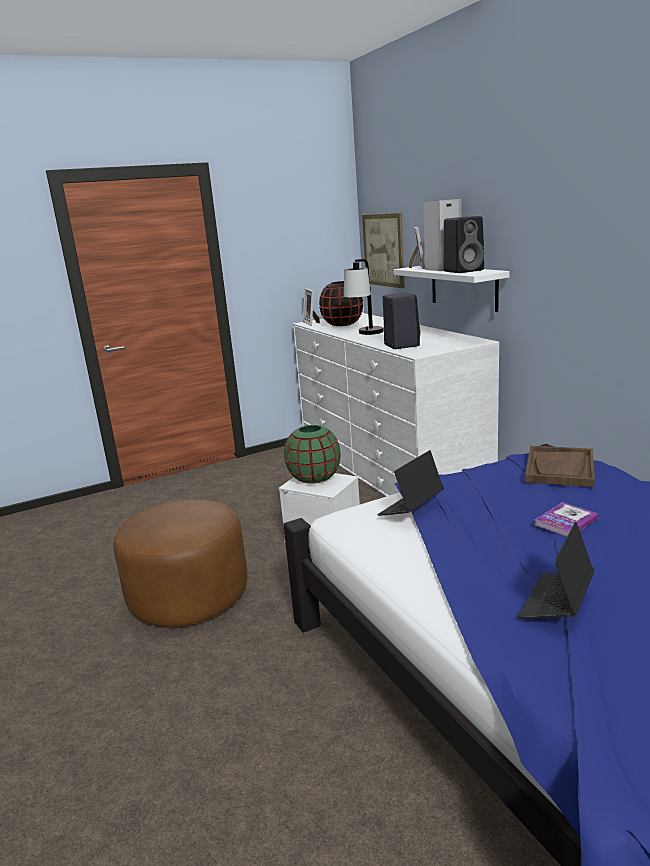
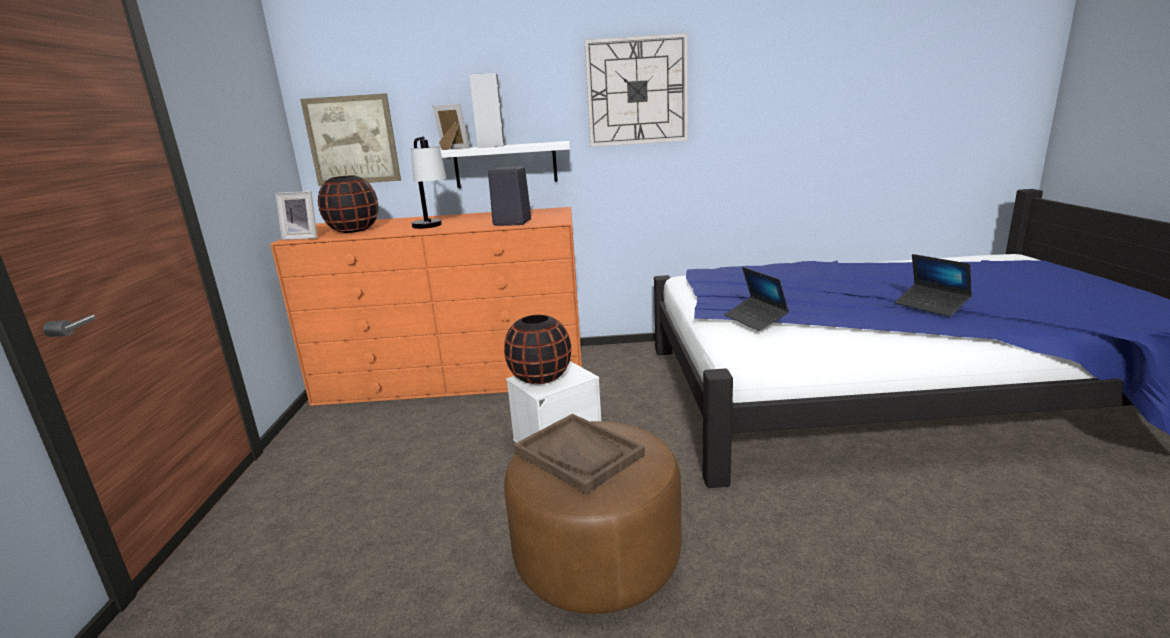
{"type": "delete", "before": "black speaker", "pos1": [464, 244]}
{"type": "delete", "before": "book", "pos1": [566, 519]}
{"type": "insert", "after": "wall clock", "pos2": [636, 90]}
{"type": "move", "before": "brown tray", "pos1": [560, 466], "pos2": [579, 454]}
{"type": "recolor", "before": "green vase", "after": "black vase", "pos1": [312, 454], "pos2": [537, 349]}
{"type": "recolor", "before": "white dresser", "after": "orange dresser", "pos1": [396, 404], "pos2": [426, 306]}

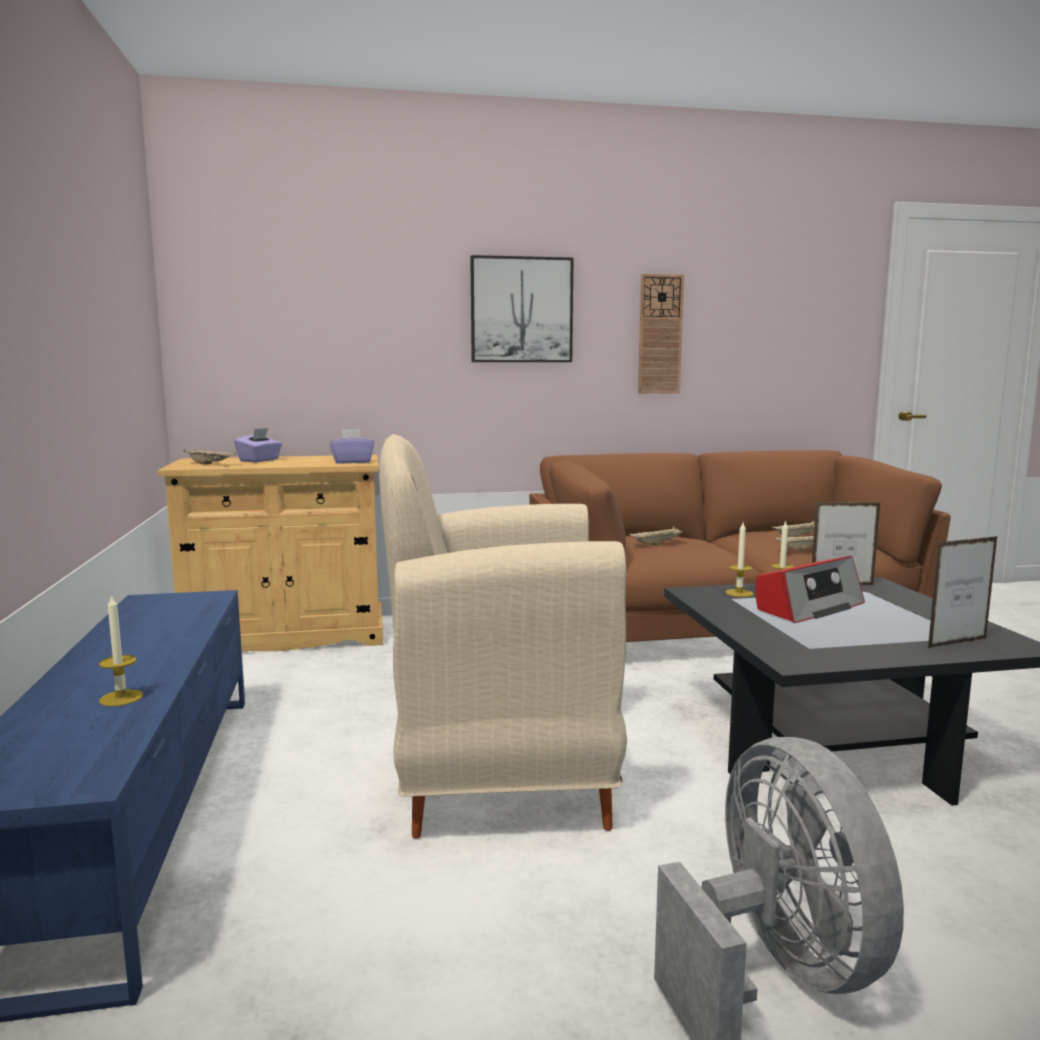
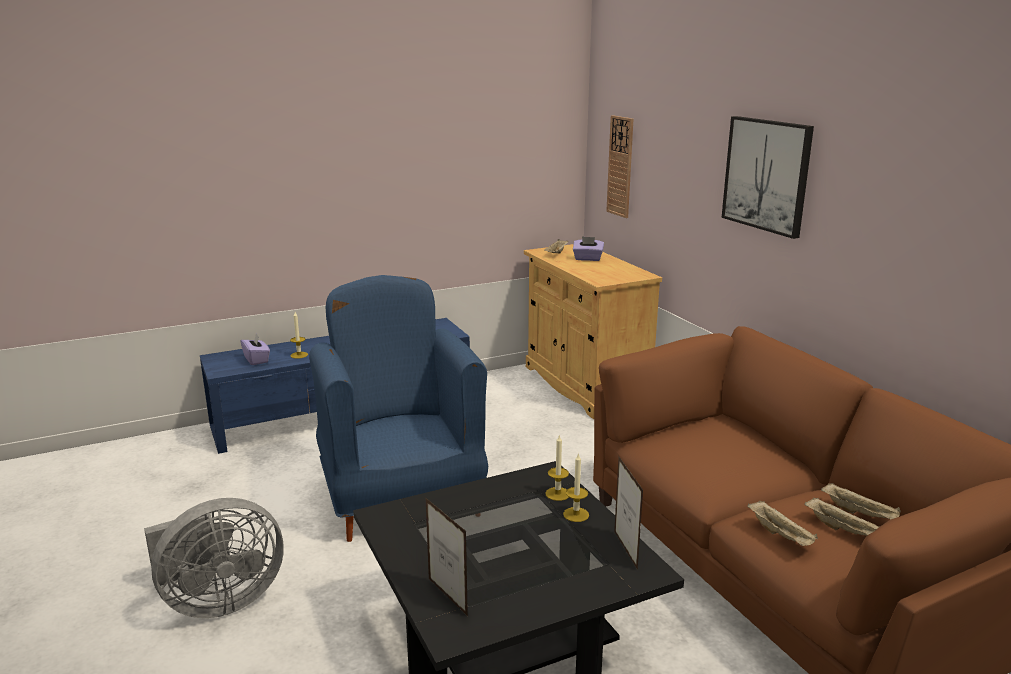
{"type": "delete", "before": "radio", "pos1": [810, 589]}
{"type": "move", "before": "purple tissue box", "pos1": [352, 446], "pos2": [255, 349]}
{"type": "move", "before": "beige tray", "pos1": [659, 536], "pos2": [861, 501]}
{"type": "move", "before": "wall clock", "pos1": [661, 334], "pos2": [619, 166]}
{"type": "recolor", "before": "beige armchair", "after": "blue armchair", "pos1": [503, 636], "pos2": [398, 408]}

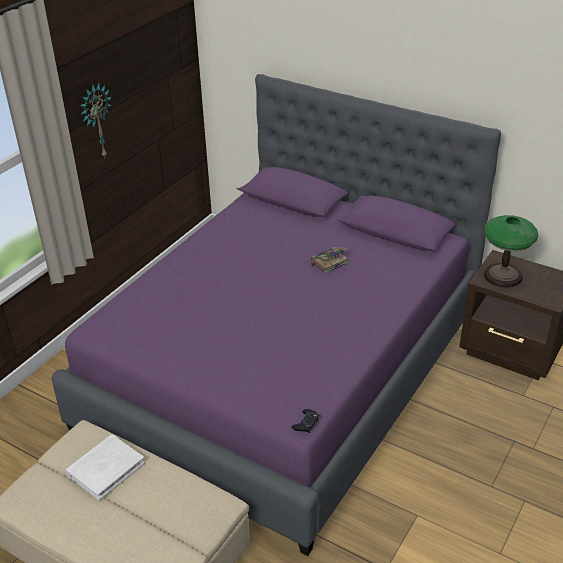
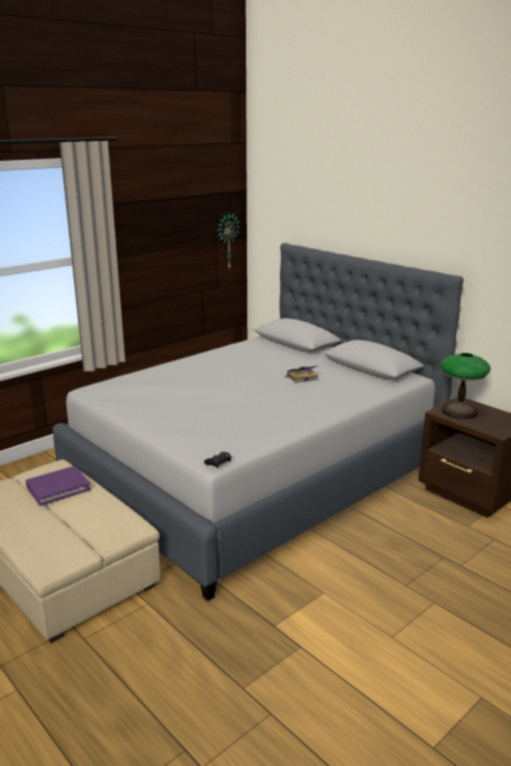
{"type": "move", "before": "wall clock", "pos1": [95, 120], "pos2": [228, 241]}
{"type": "recolor", "before": "purple bed", "after": "grey bed", "pos1": [276, 315], "pos2": [258, 422]}
{"type": "recolor", "before": "white book", "after": "purple book", "pos1": [105, 468], "pos2": [58, 486]}

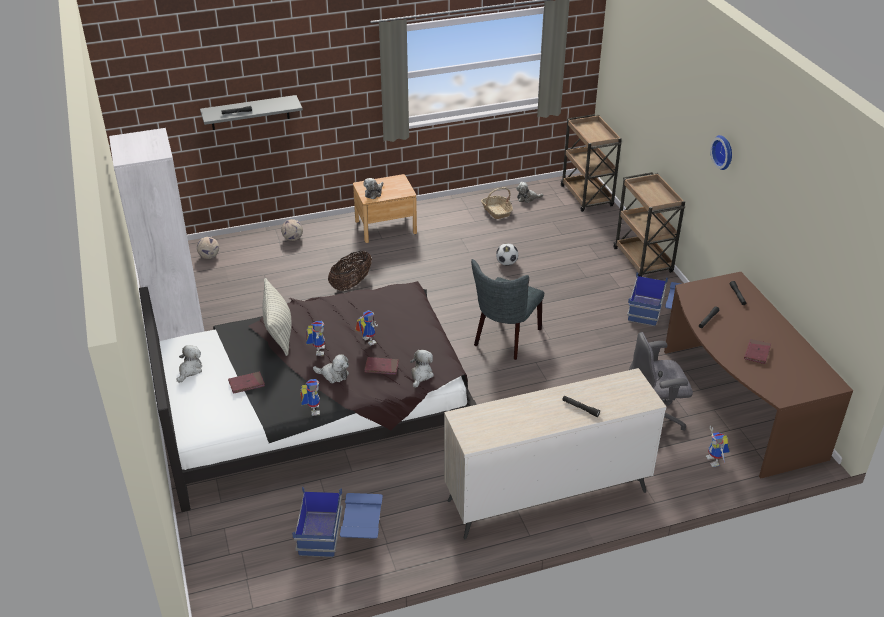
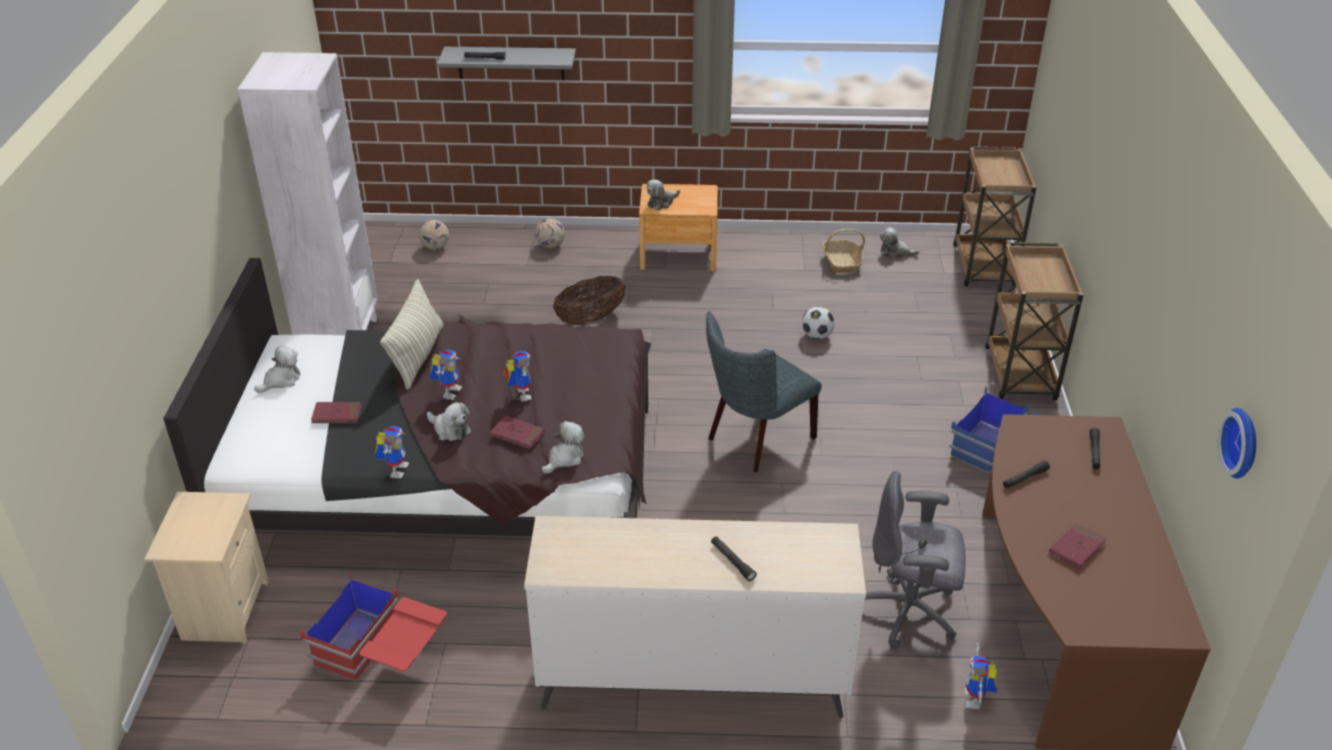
{"type": "insert", "after": "beige nightstand", "pos2": [206, 568]}
{"type": "move", "before": "wall clock", "pos1": [721, 152], "pos2": [1237, 443]}
{"type": "recolor", "before": "blue storage box", "after": "red storage box", "pos1": [337, 522], "pos2": [373, 626]}

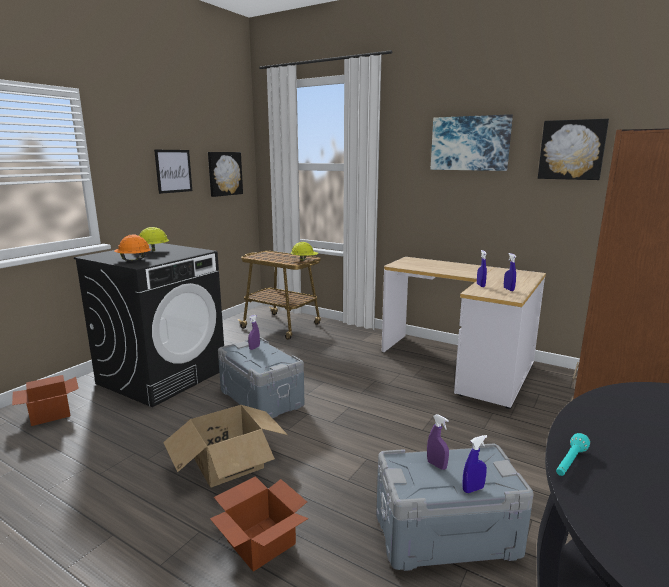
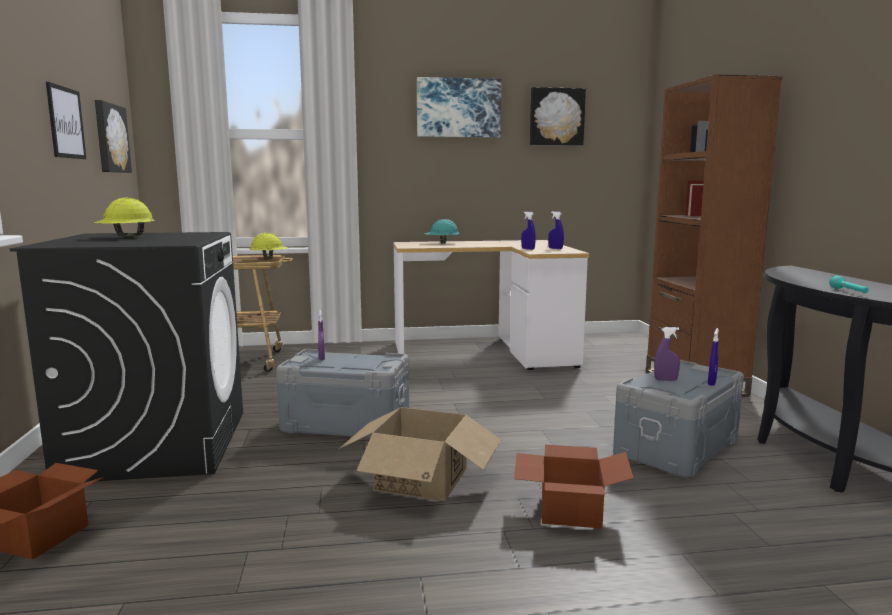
{"type": "delete", "before": "orange hard hat", "pos1": [132, 248]}
{"type": "insert", "after": "turquoise hard hat", "pos2": [442, 231]}

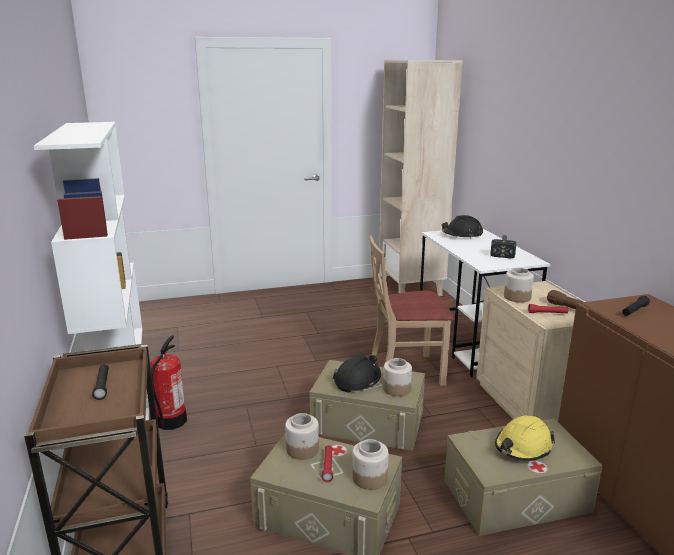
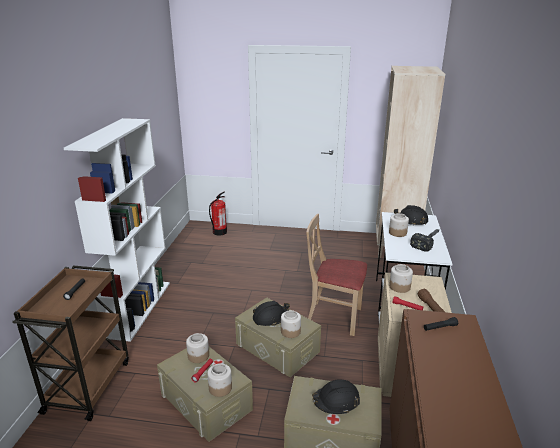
{"type": "insert", "after": "jar", "pos2": [399, 225]}
{"type": "move", "before": "fire extinguisher", "pos1": [168, 382], "pos2": [218, 214]}
{"type": "recolor", "before": "yellow hard hat", "after": "black hard hat", "pos1": [525, 438], "pos2": [336, 396]}

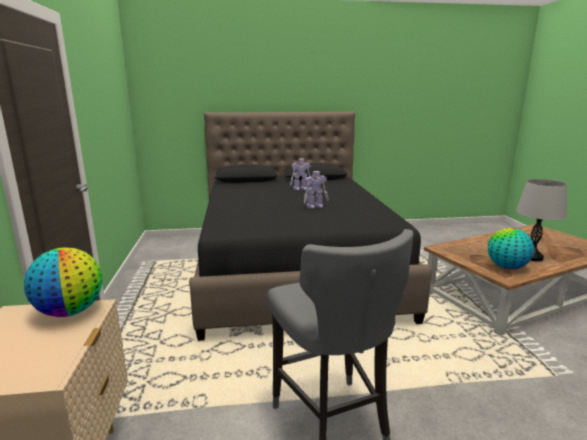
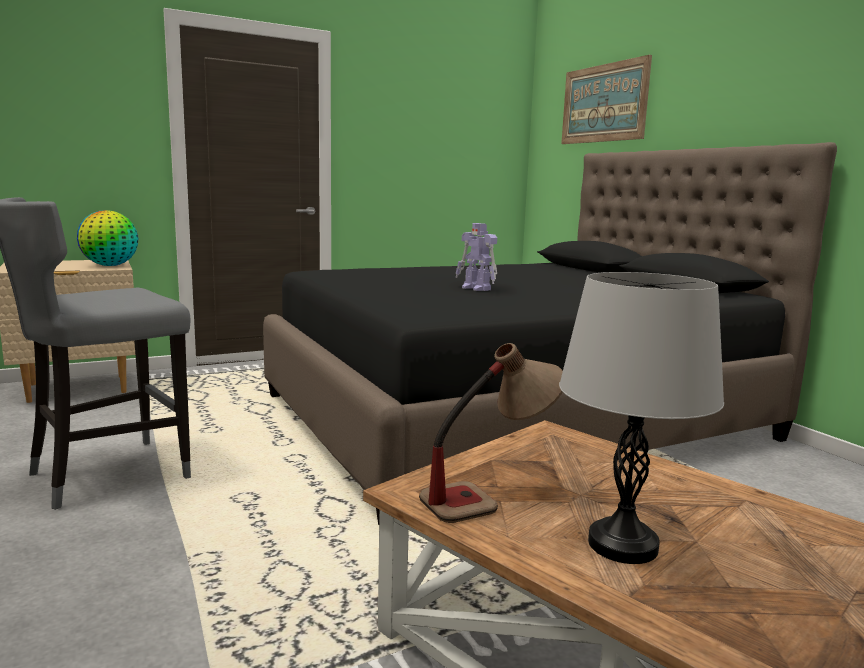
{"type": "delete", "before": "toy robot", "pos1": [300, 174]}
{"type": "insert", "after": "picture", "pos2": [606, 99]}
{"type": "replace", "before": "globe", "after": "table lamp", "pos1": [511, 248], "pos2": [491, 433]}

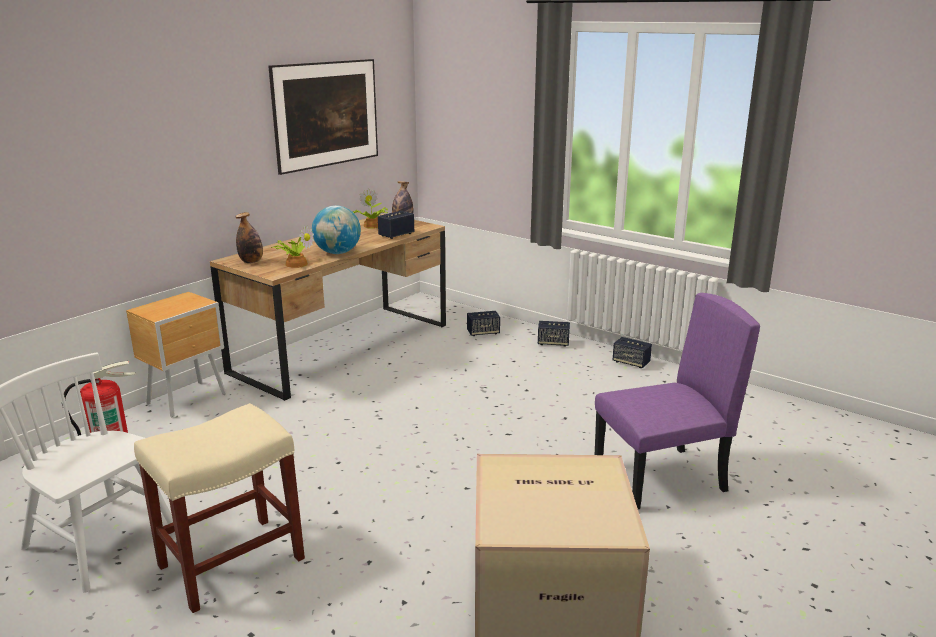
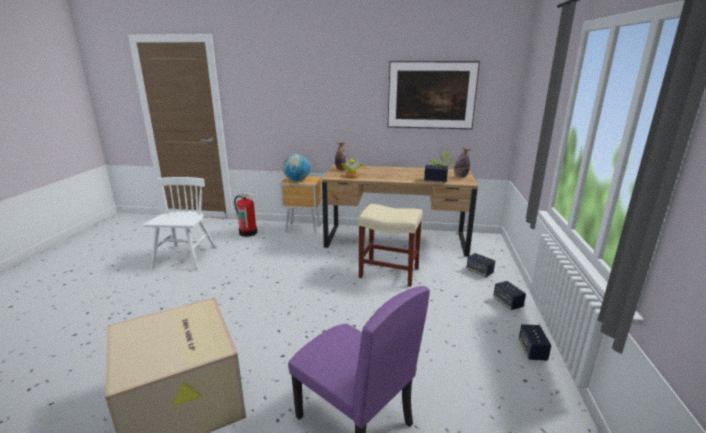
{"type": "move", "before": "beige stool", "pos1": [219, 508], "pos2": [390, 245]}
{"type": "move", "before": "globe", "pos1": [336, 230], "pos2": [296, 167]}

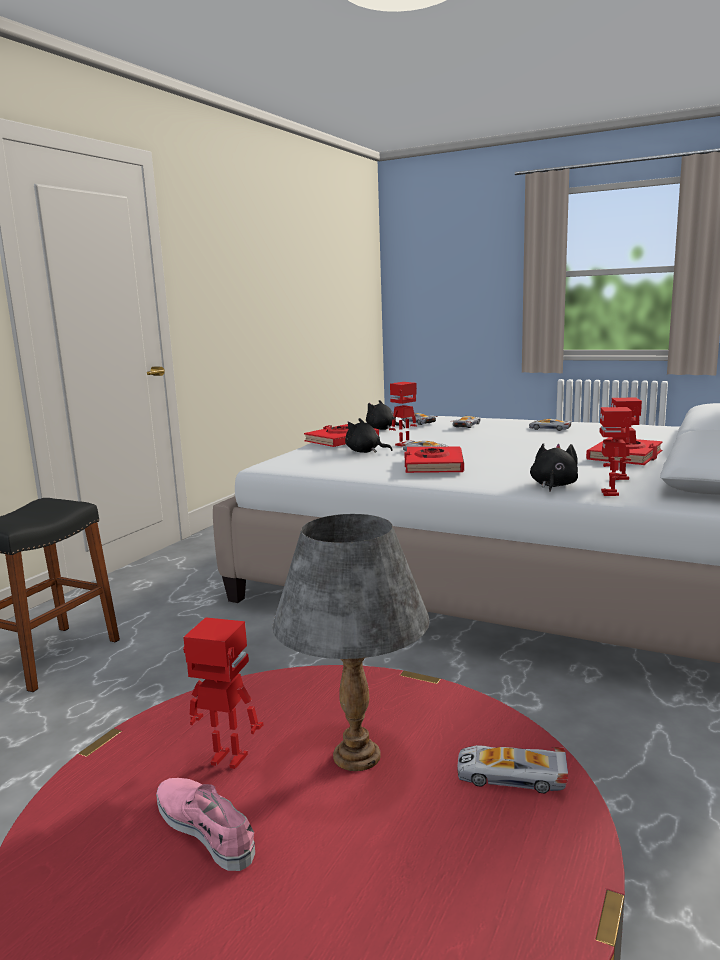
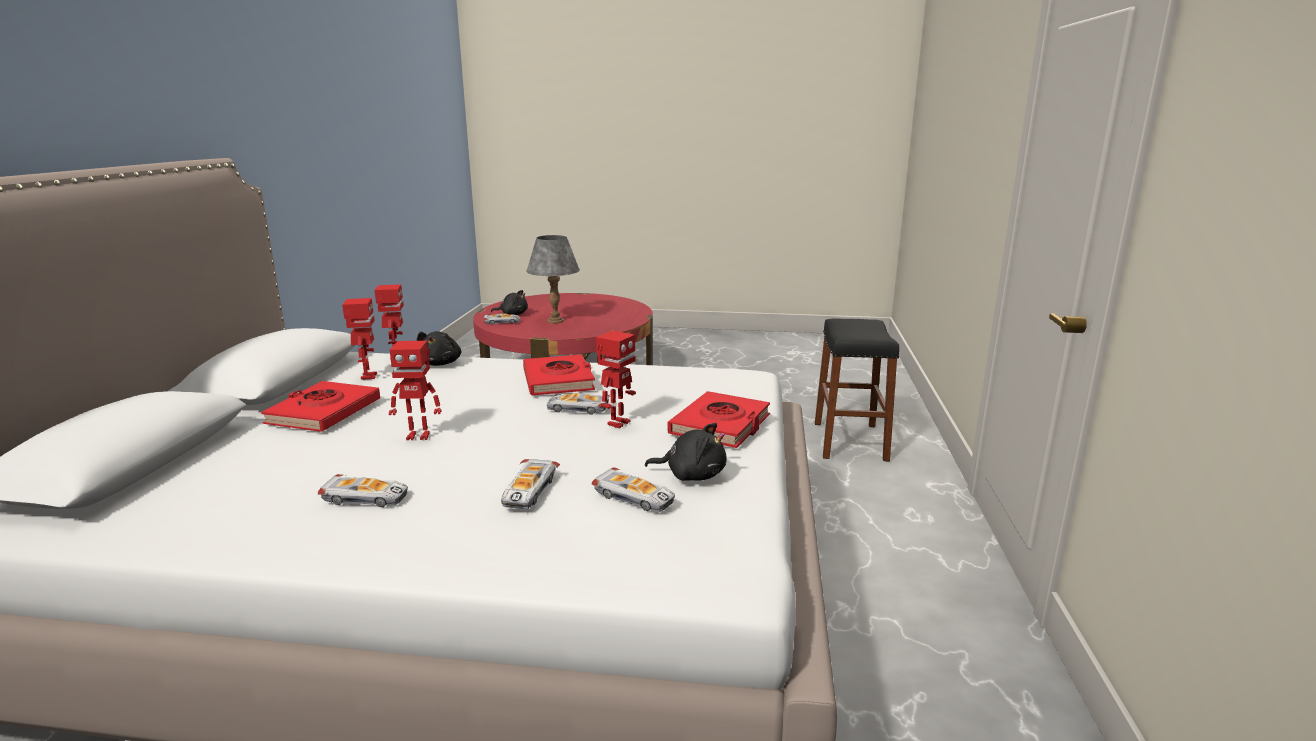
{"type": "delete", "before": "pink shoe", "pos1": [205, 824]}
{"type": "move", "before": "toy robot", "pos1": [223, 693], "pos2": [415, 390]}
{"type": "move", "before": "black plush toy", "pos1": [369, 435], "pos2": [509, 302]}

